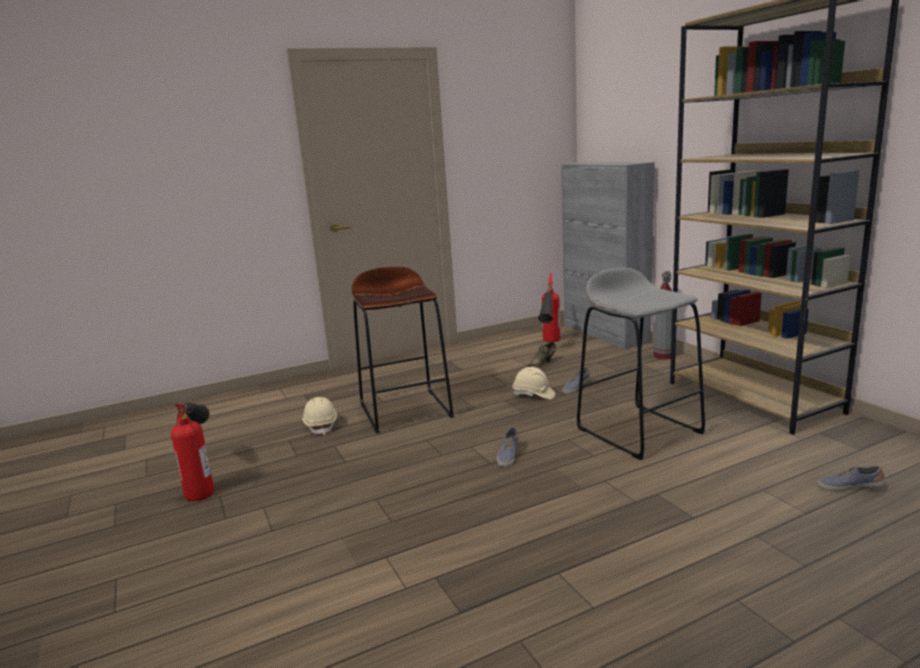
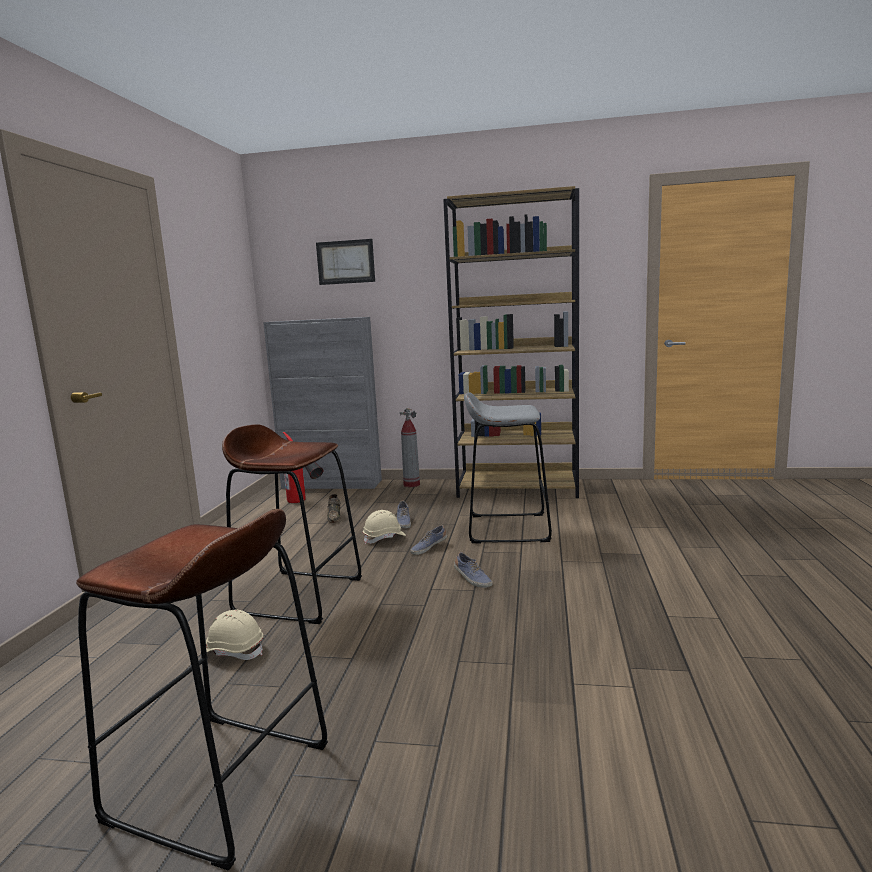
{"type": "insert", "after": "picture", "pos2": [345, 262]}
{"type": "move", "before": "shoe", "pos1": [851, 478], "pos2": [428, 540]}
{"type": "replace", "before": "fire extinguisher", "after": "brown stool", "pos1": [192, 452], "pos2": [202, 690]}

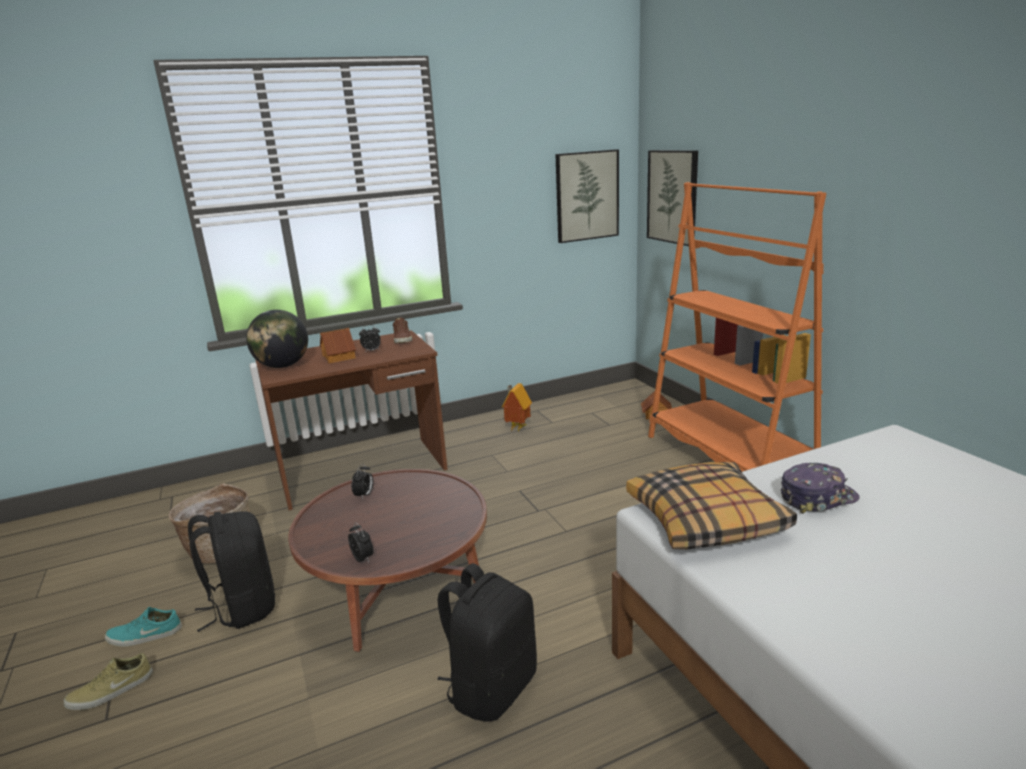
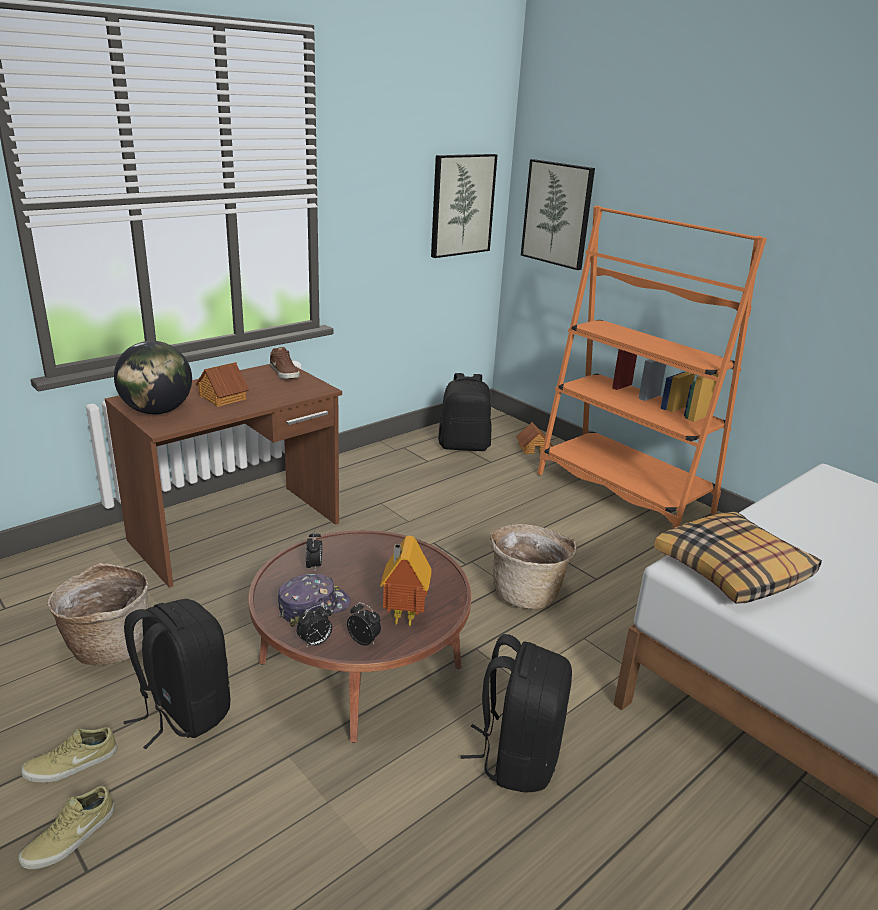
{"type": "insert", "after": "black backpack", "pos2": [464, 412]}
{"type": "insert", "after": "basket", "pos2": [533, 566]}
{"type": "move", "before": "alarm clock", "pos1": [370, 339], "pos2": [314, 626]}
{"type": "move", "before": "toy house", "pos1": [517, 407], "pos2": [406, 581]}
{"type": "move", "before": "cap", "pos1": [820, 488], "pos2": [314, 600]}
{"type": "recolor", "before": "turquoise shoe", "after": "beige shoe", "pos1": [143, 627], "pos2": [69, 754]}

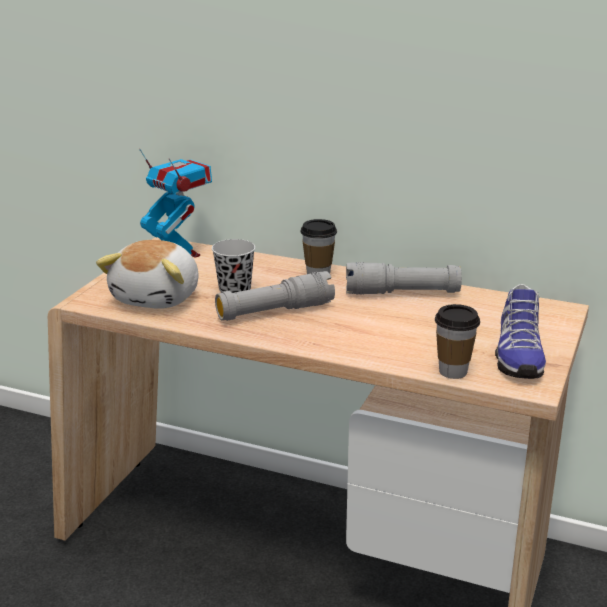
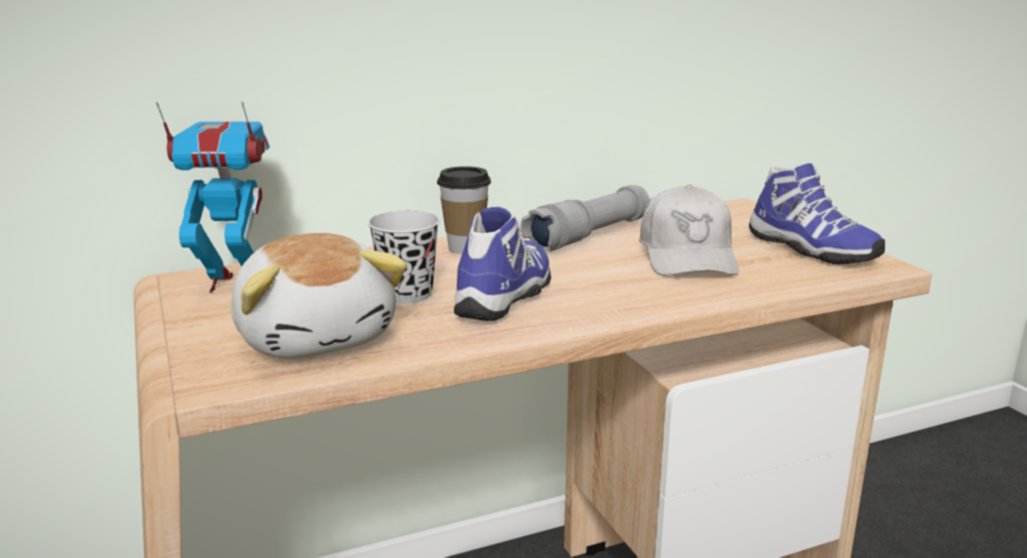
{"type": "delete", "before": "cup", "pos1": [457, 341]}
{"type": "insert", "after": "white cap", "pos2": [688, 230]}
{"type": "replace", "before": "grey flashlight", "after": "shoe", "pos1": [275, 296], "pos2": [502, 264]}

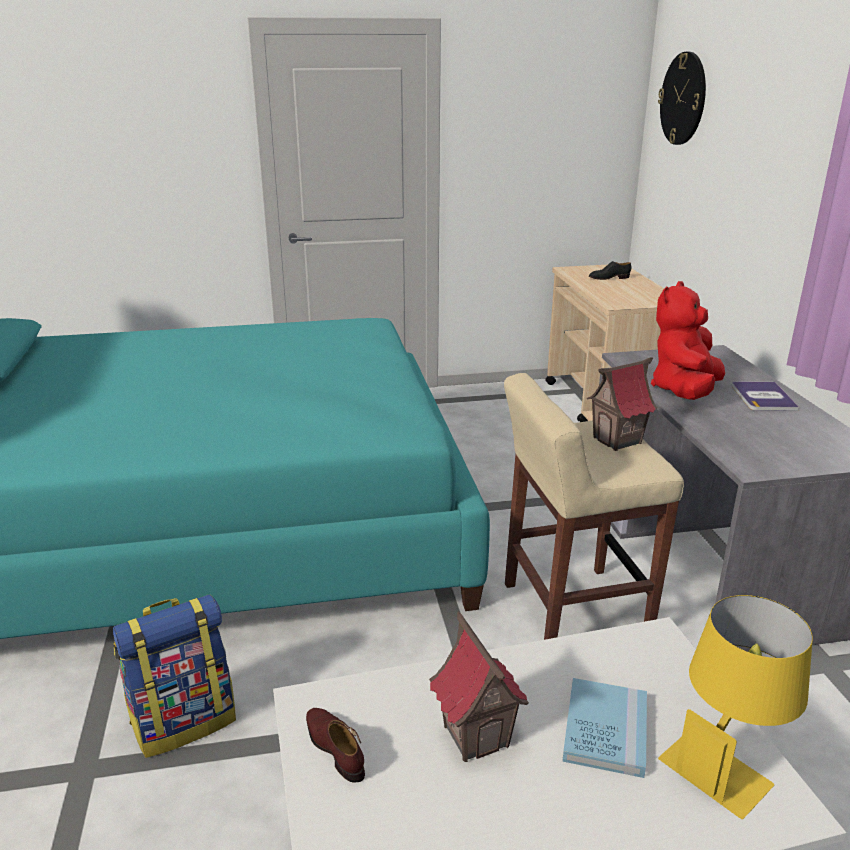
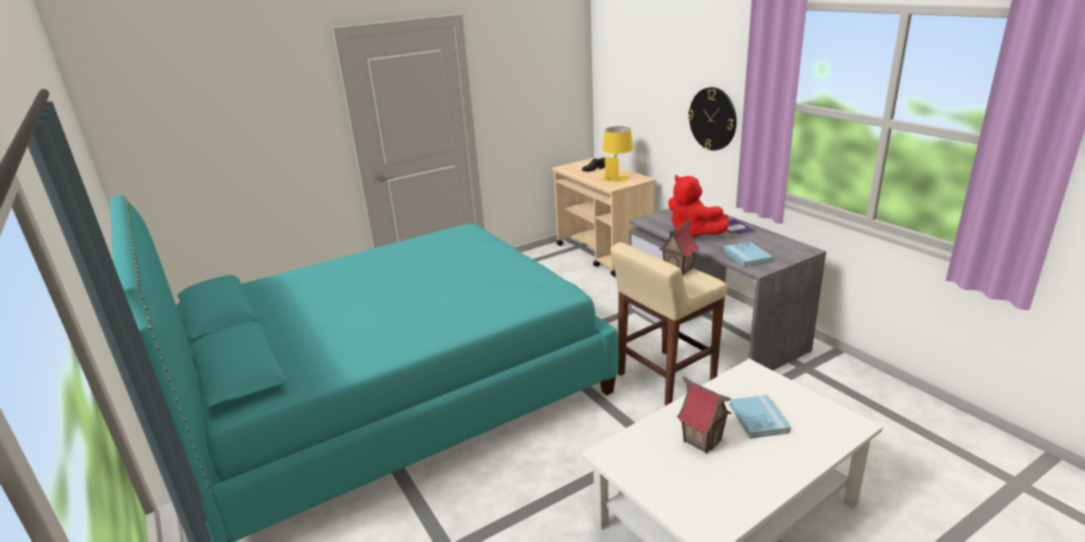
{"type": "delete", "before": "backpack", "pos1": [174, 676]}
{"type": "delete", "before": "brown shoe", "pos1": [335, 745]}
{"type": "insert", "after": "blue book", "pos2": [748, 254]}
{"type": "move", "before": "wall clock", "pos1": [682, 98], "pos2": [712, 119]}
{"type": "move", "before": "yellow table lamp", "pos1": [735, 707], "pos2": [616, 154]}
{"type": "rotate", "before": "red plush toy", "pos1": [688, 340], "pos2": [698, 206], "turn": -45}

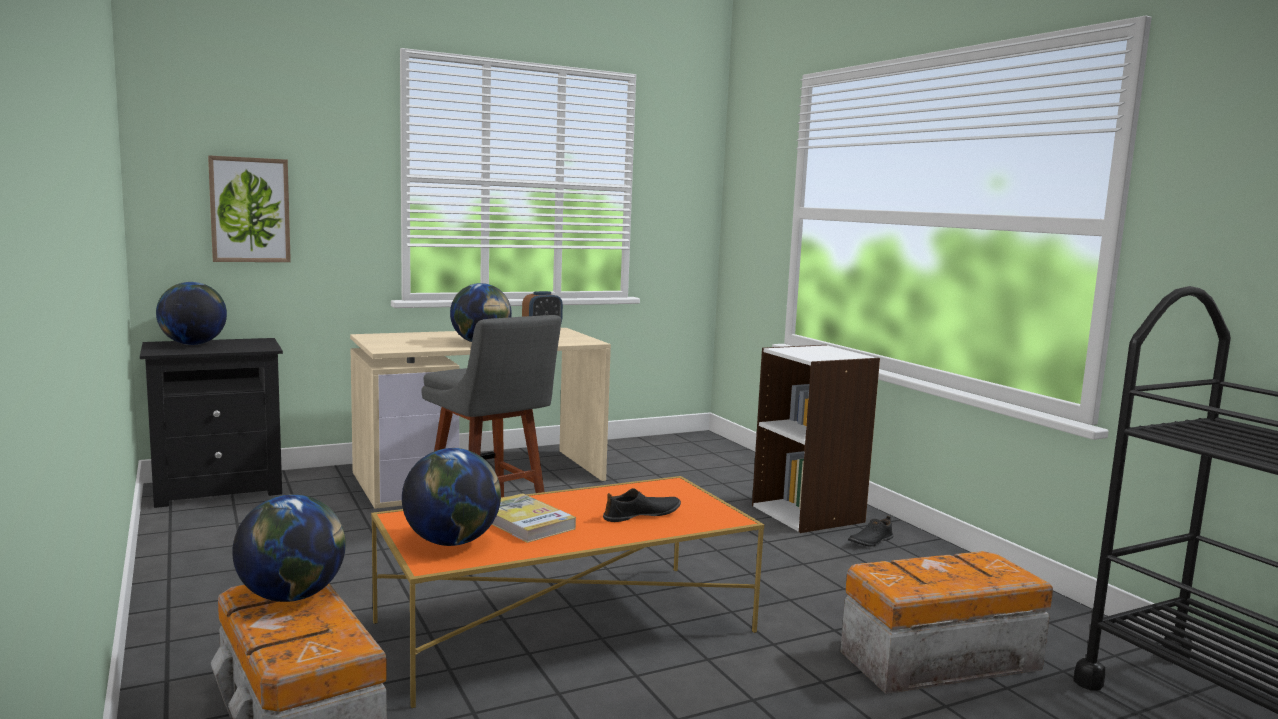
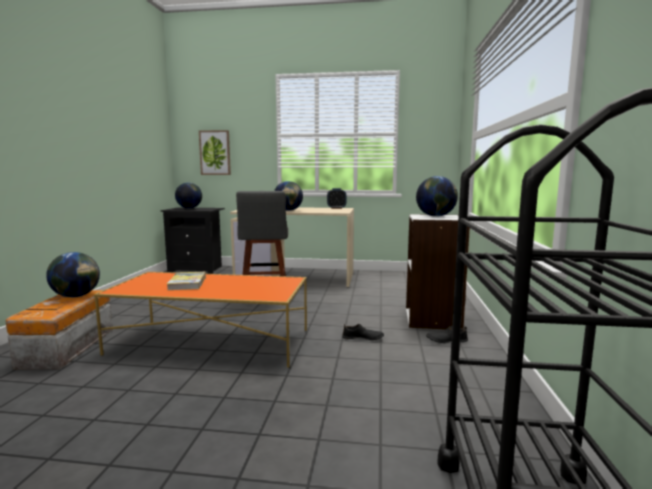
{"type": "delete", "before": "storage box", "pos1": [946, 622]}
{"type": "move", "before": "globe", "pos1": [451, 497], "pos2": [437, 196]}
{"type": "move", "before": "black shoe", "pos1": [642, 505], "pos2": [363, 332]}

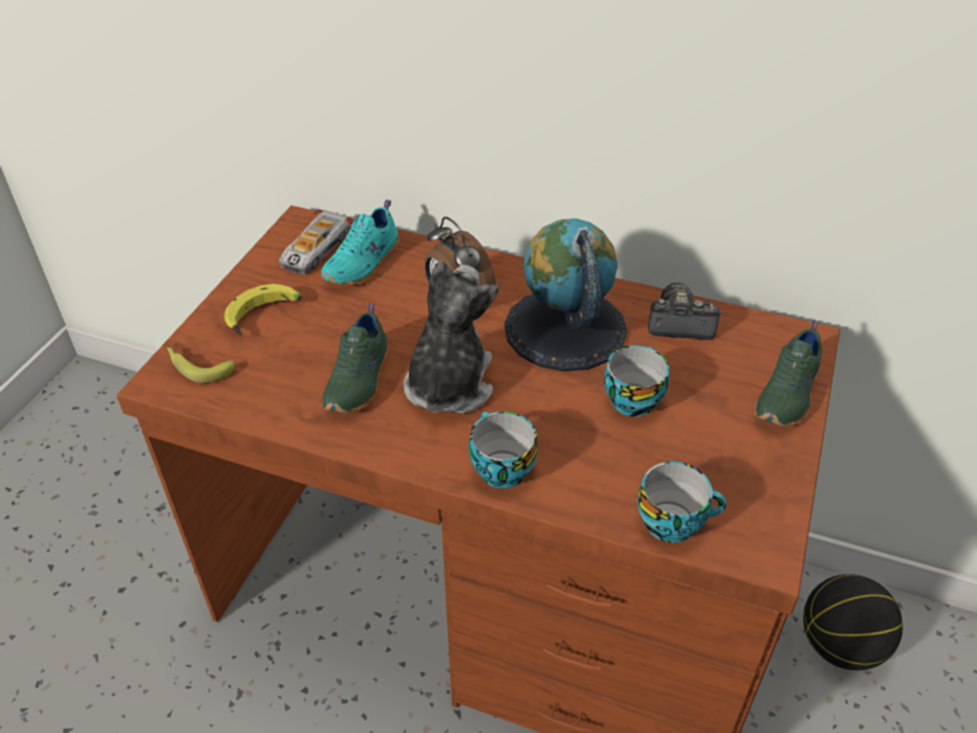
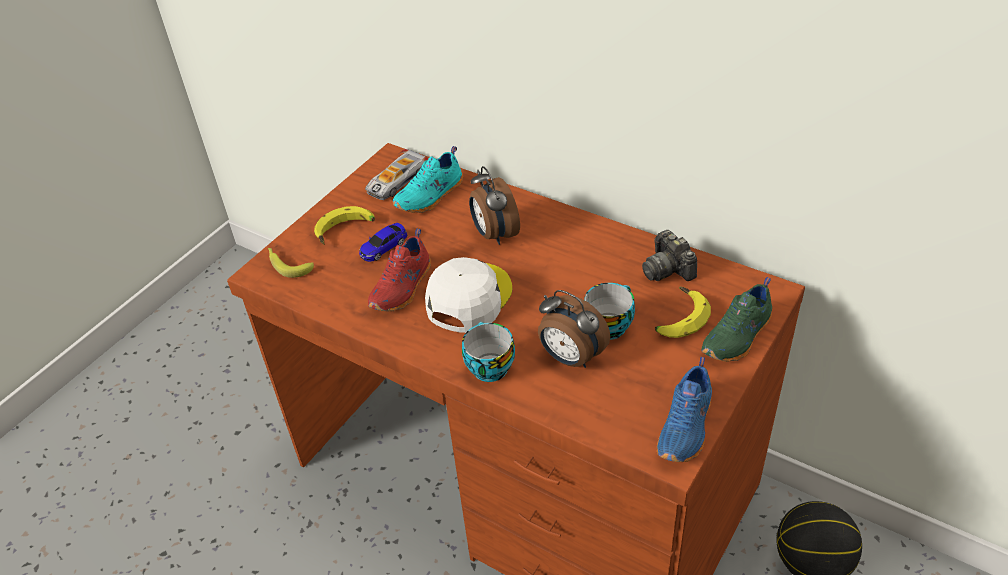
{"type": "delete", "before": "globe", "pos1": [565, 294]}
{"type": "delete", "before": "cup", "pos1": [681, 502]}
{"type": "insert", "after": "toy car", "pos2": [383, 242]}
{"type": "insert", "after": "alarm clock", "pos2": [574, 329]}
{"type": "insert", "after": "banana", "pos2": [683, 312]}
{"type": "insert", "after": "blue shoe", "pos2": [684, 409]}
{"type": "replace", "before": "plush toy", "after": "white cap", "pos1": [451, 337], "pos2": [468, 295]}
{"type": "recolor", "before": "green shoe", "after": "red shoe", "pos1": [355, 358], "pos2": [399, 270]}
{"type": "rotate", "before": "photo camera", "pos1": [685, 311], "pos2": [669, 255], "turn": -135}

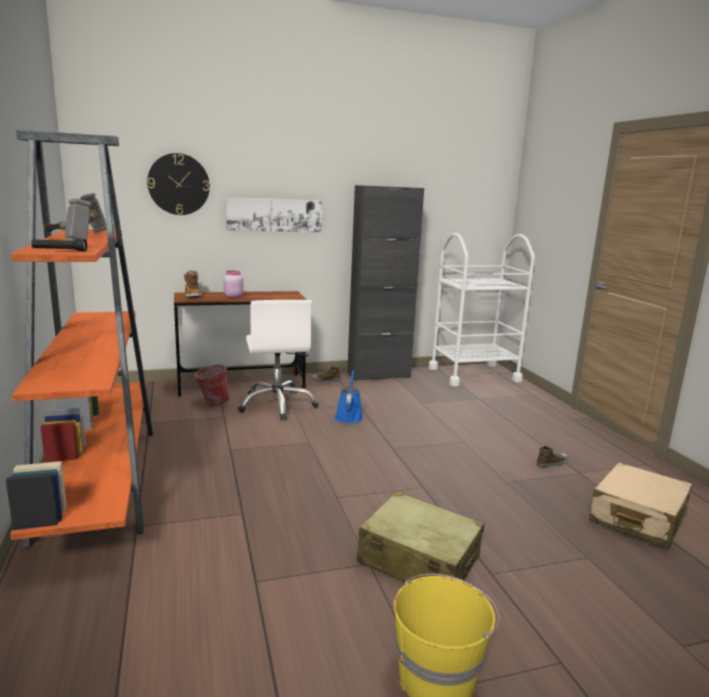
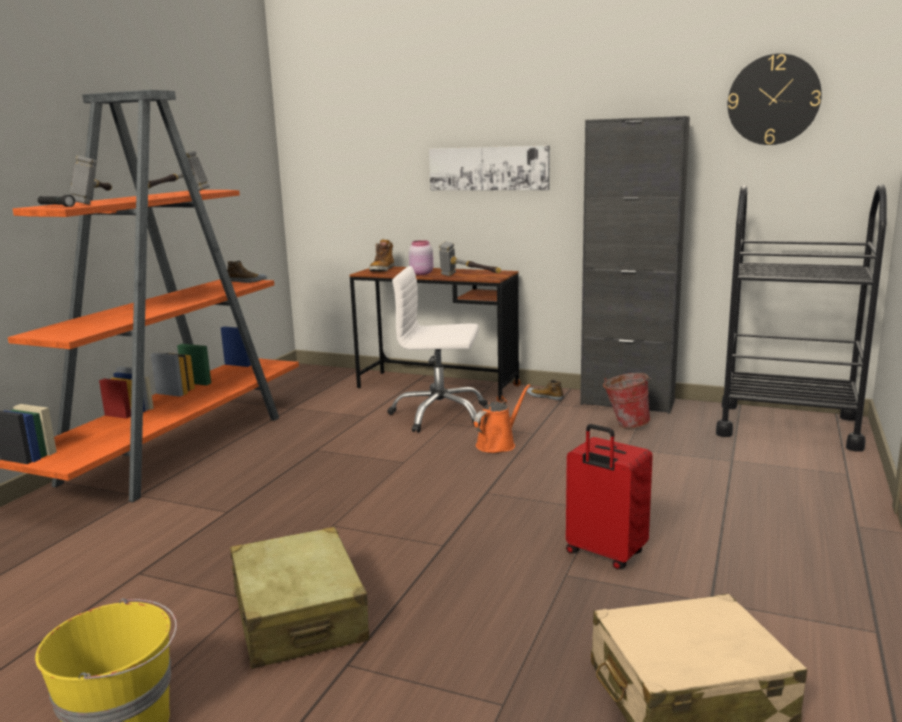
{"type": "insert", "after": "hammer", "pos2": [470, 258]}
{"type": "insert", "after": "red suitcase", "pos2": [609, 497]}
{"type": "move", "before": "wall clock", "pos1": [178, 184], "pos2": [775, 99]}
{"type": "move", "before": "bucket", "pos1": [211, 385], "pos2": [627, 400]}
{"type": "move", "before": "shoe", "pos1": [552, 456], "pos2": [247, 272]}
{"type": "recolor", "before": "blue watering can", "after": "orange watering can", "pos1": [349, 397], "pos2": [502, 418]}
{"type": "recolor", "before": "white cart", "after": "black cart", "pos1": [482, 309], "pos2": [801, 318]}
{"type": "rotate", "before": "white office chair", "pos1": [278, 360], "pos2": [438, 349], "turn": 75}

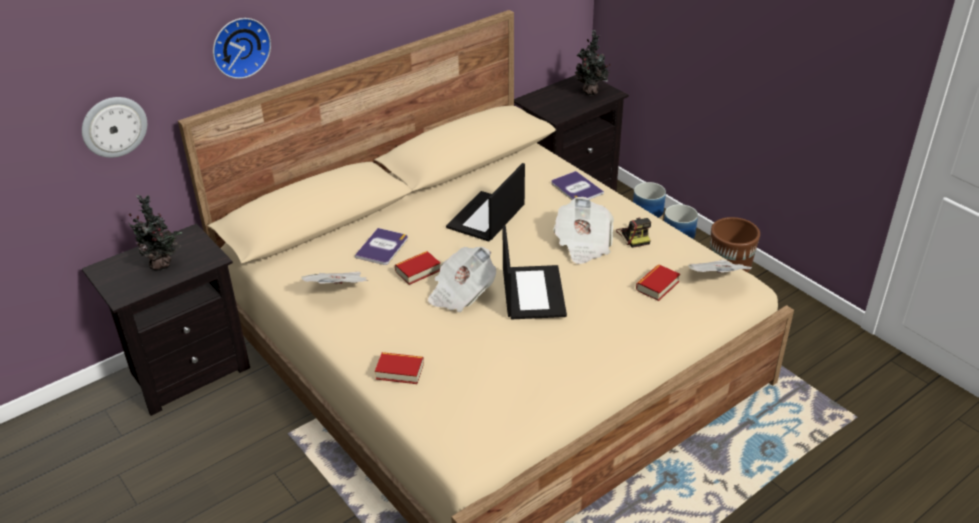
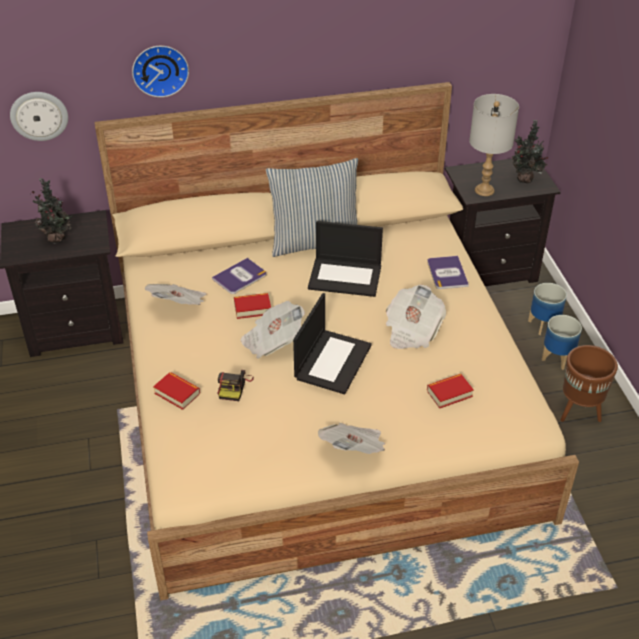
{"type": "insert", "after": "pillow", "pos2": [312, 207]}
{"type": "insert", "after": "grey table lamp", "pos2": [494, 145]}
{"type": "move", "before": "photo camera", "pos1": [633, 233], "pos2": [235, 385]}
{"type": "move", "before": "newspaper", "pos1": [719, 266], "pos2": [351, 438]}
{"type": "rotate", "before": "laptop", "pos1": [485, 202], "pos2": [345, 259], "turn": -135}

